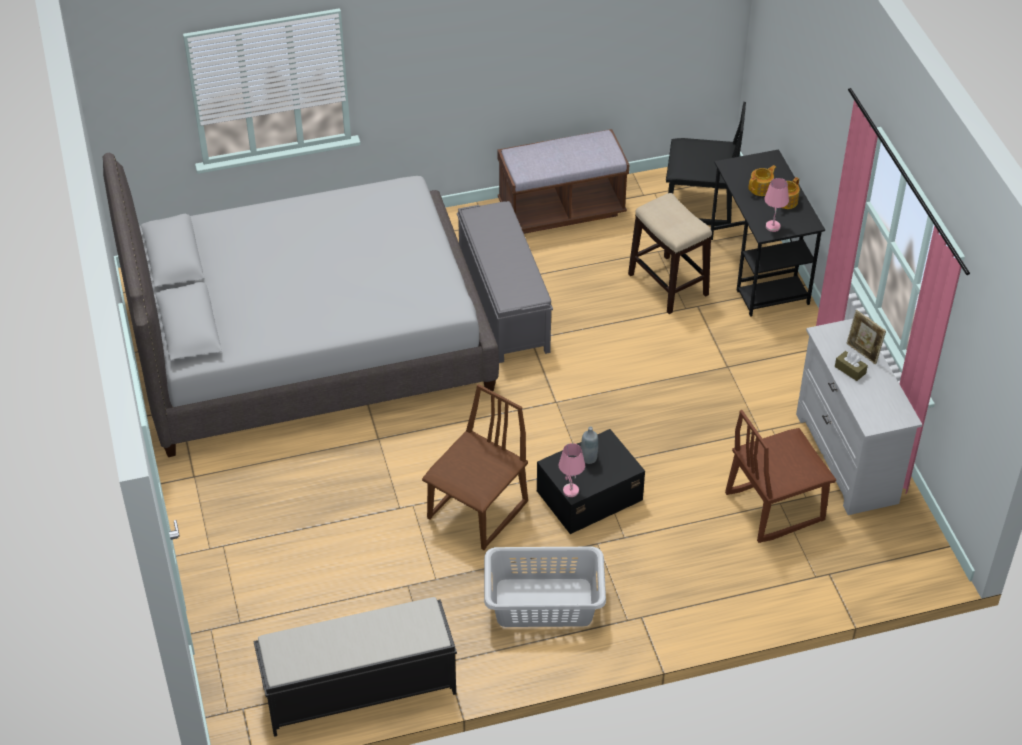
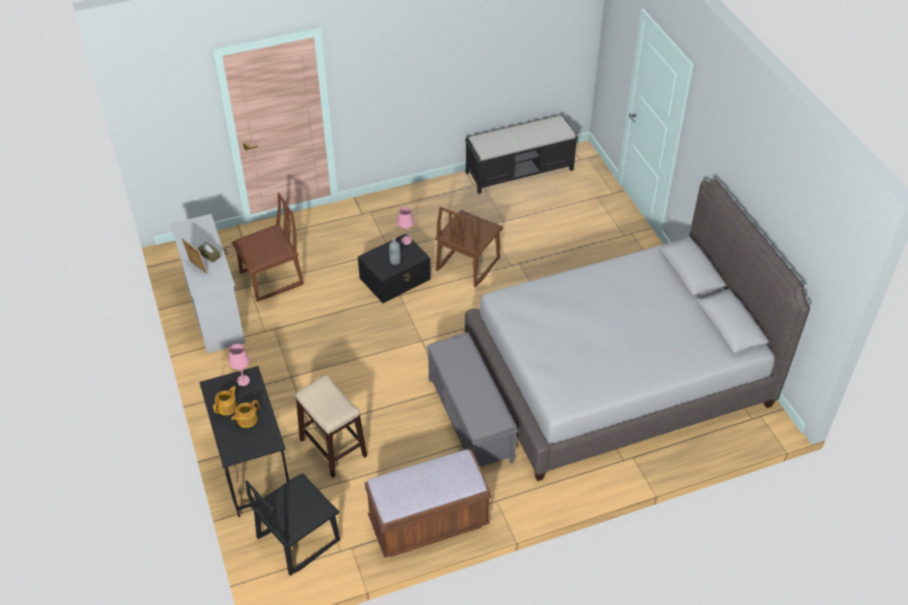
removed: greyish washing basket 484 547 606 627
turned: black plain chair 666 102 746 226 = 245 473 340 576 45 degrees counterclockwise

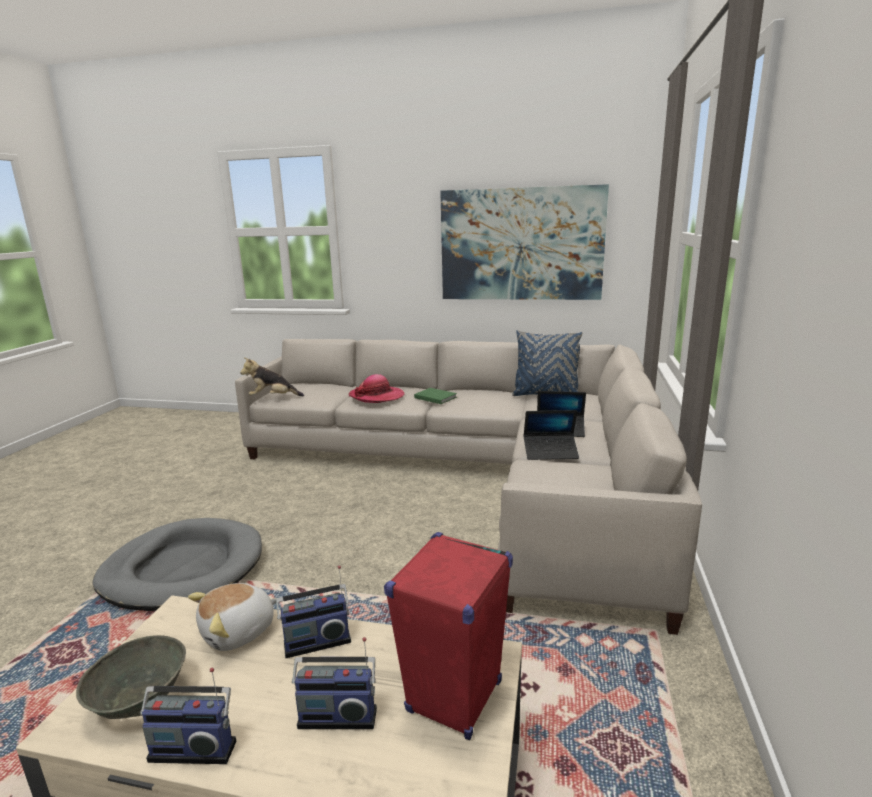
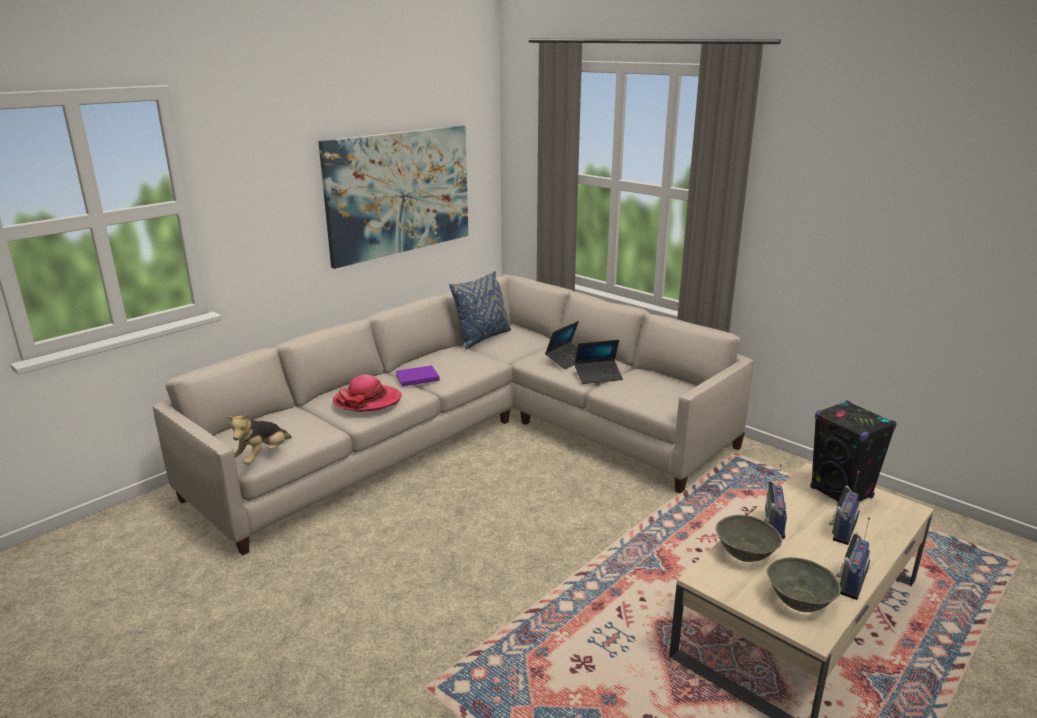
removed: greyish pet bed 93 518 262 611
replaced: soft toy 188 583 277 651 to greyish serving bowl 716 515 782 562
recoloured: reddish audio speaker 384 532 513 740 to black audio speaker 810 400 897 502; green book 414 388 457 404 to purplish book 396 365 440 386
turned: portable computer 524 410 579 460 = 574 340 623 384 45 degrees clockwise

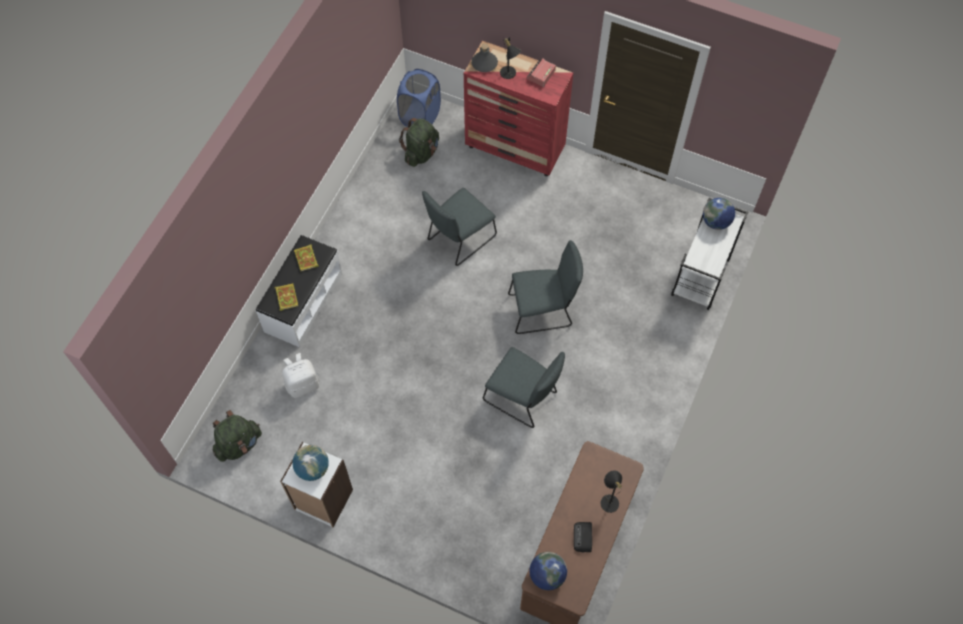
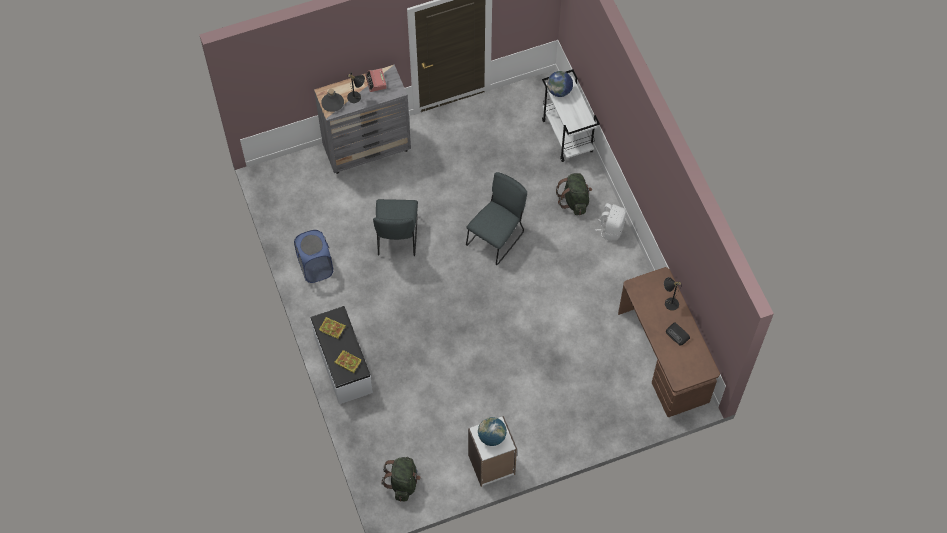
removed: greyish plain chair 483 347 565 428; world globe 530 552 567 590
moved: white knapsack 282 353 320 398 to 595 203 626 241; blue washing basket 397 69 441 126 to 294 230 333 283; green knapsack 399 118 439 167 to 556 173 592 215
recoloured: reddish dresser 464 41 573 176 to greyish dresser 314 65 411 174

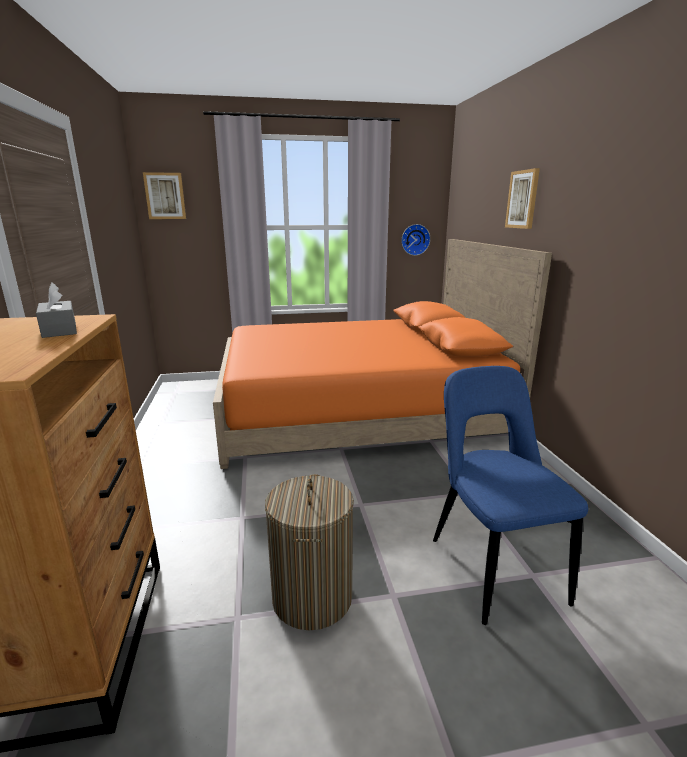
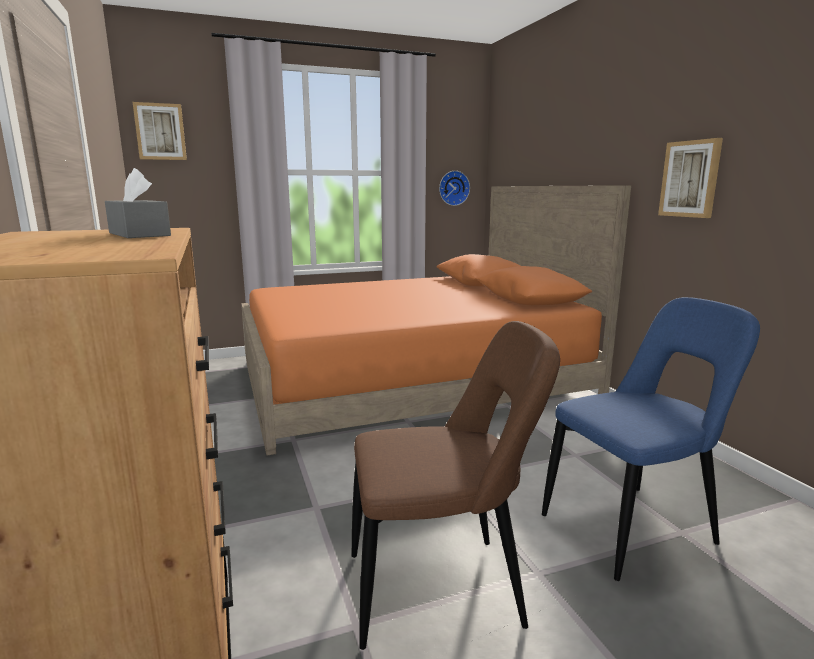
moved: picture 505 168 540 229 to 658 138 723 218
replaced: washing basket 265 474 354 631 to brown plain chair 352 321 560 650
turned: blue plain chair 433 366 588 625 = 542 297 760 581 90 degrees clockwise

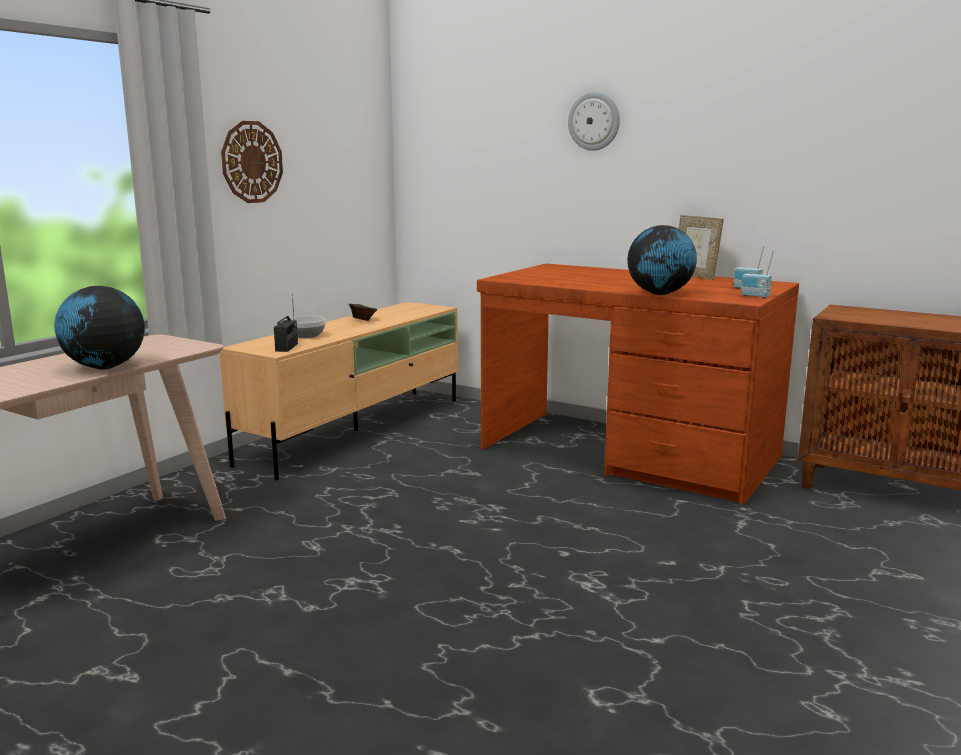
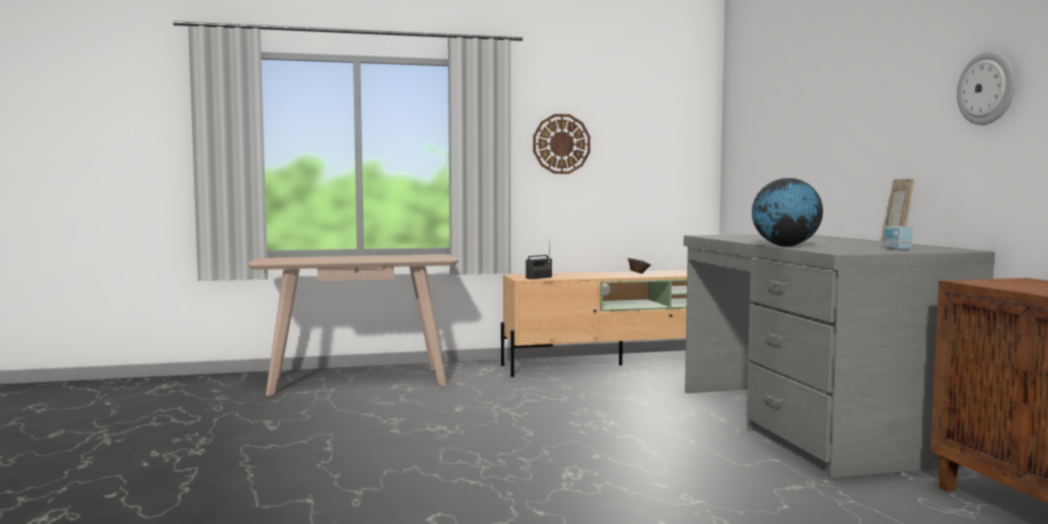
removed: world globe 54 286 145 369; serving bowl 290 316 325 338; radio 741 251 774 298
moved: hanging clock 568 92 620 151 to 957 51 1015 125
recoloured: brown desk unit 477 264 799 505 to greyish desk unit 684 234 995 479

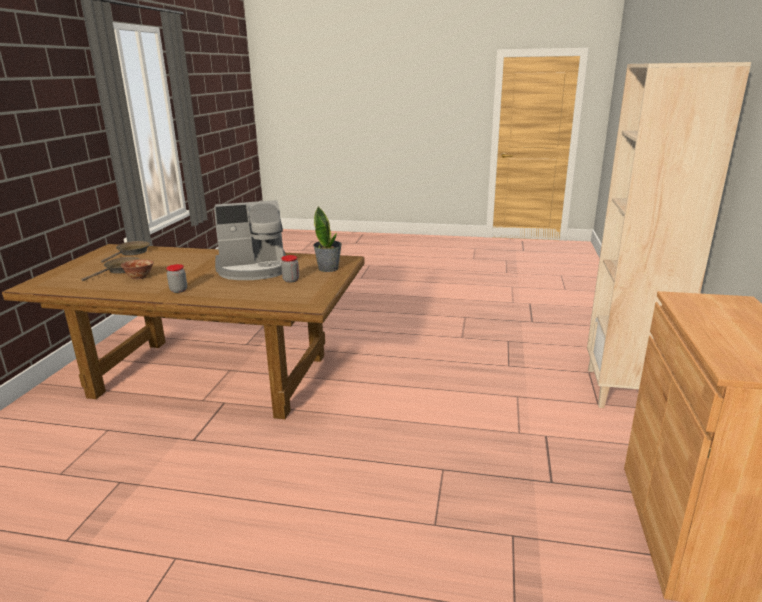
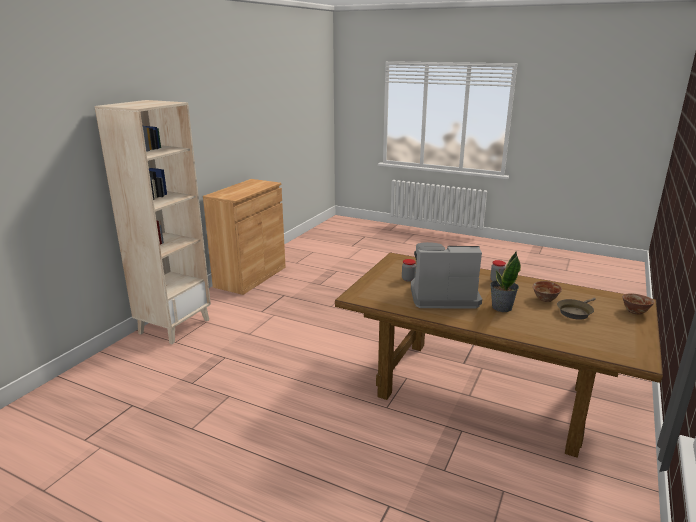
removed: brown skillet 101 241 150 263
added: serving bowl 622 293 655 315
moved: houseplant 313 206 342 272 to 490 252 521 312

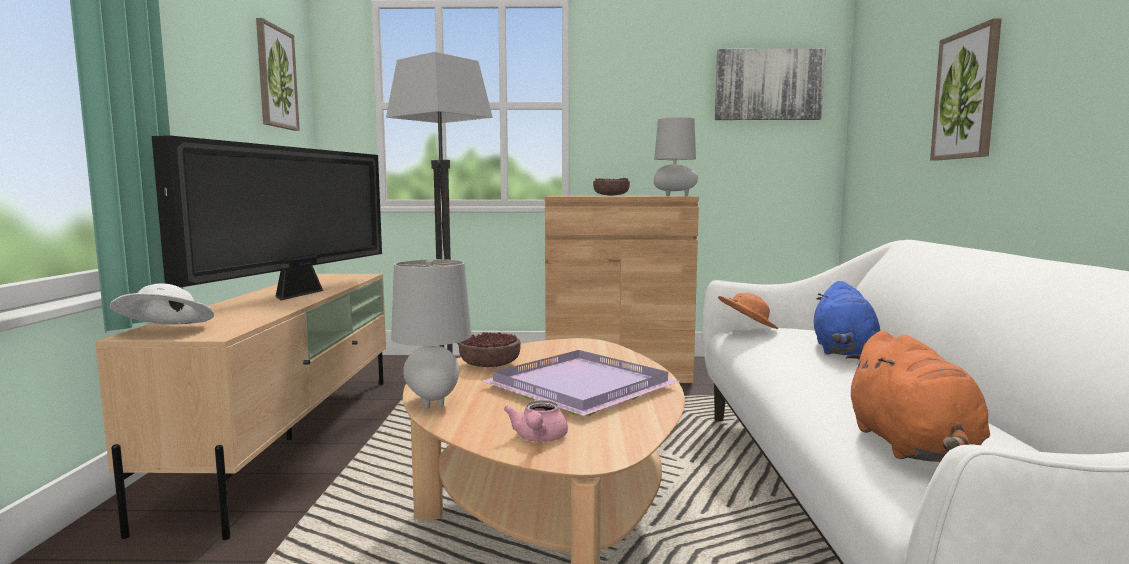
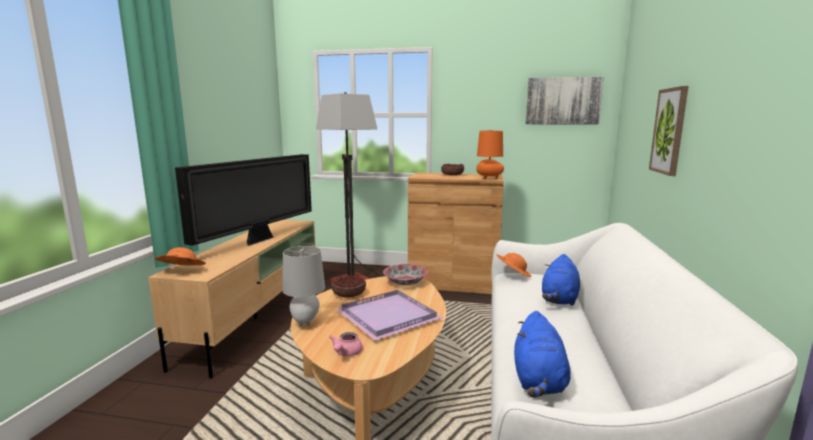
removed: picture 256 18 300 131
added: serving bowl 383 264 428 285
recoloured: white hat 110 283 214 325 to orangey hat 155 247 206 265; greyish table lamp 654 117 698 196 to orangey table lamp 476 130 504 180; orangey soft toy 846 330 990 462 to blue soft toy 514 311 570 397

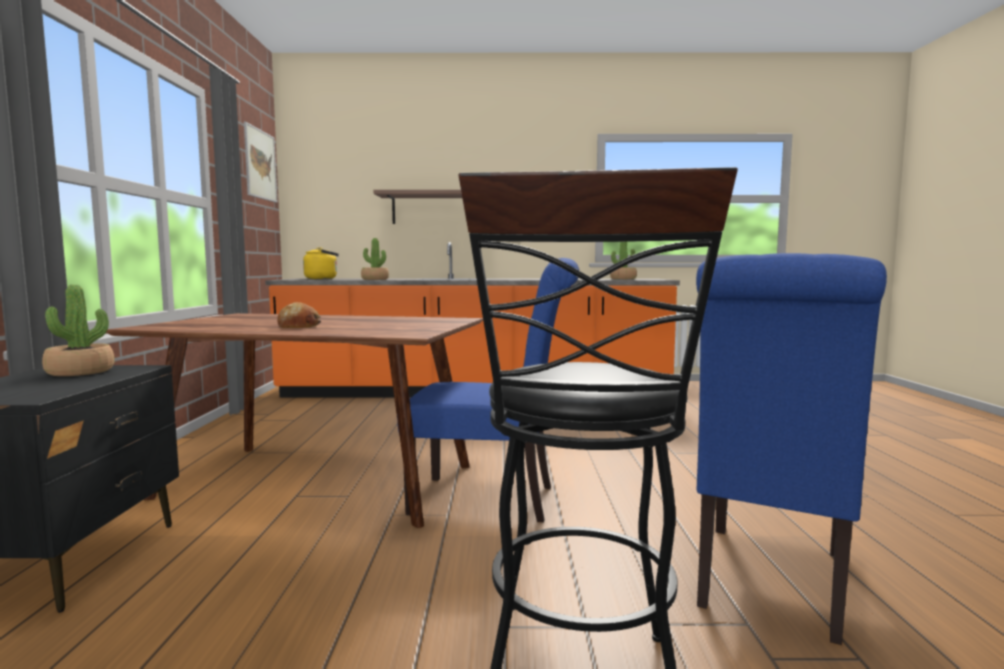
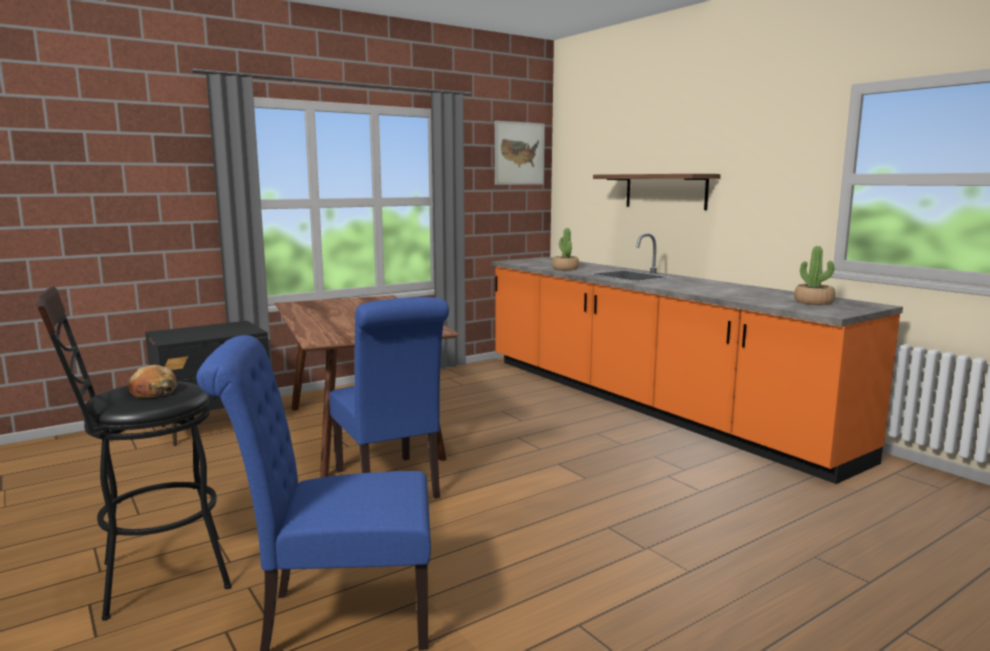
removed: houseplant 42 285 115 376; yellow kettle 303 247 339 279
moved: baked bread 277 302 321 328 to 128 365 177 398

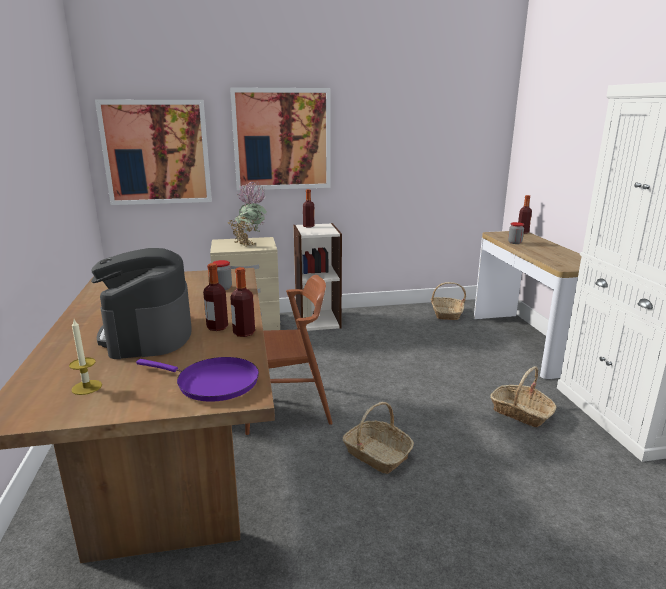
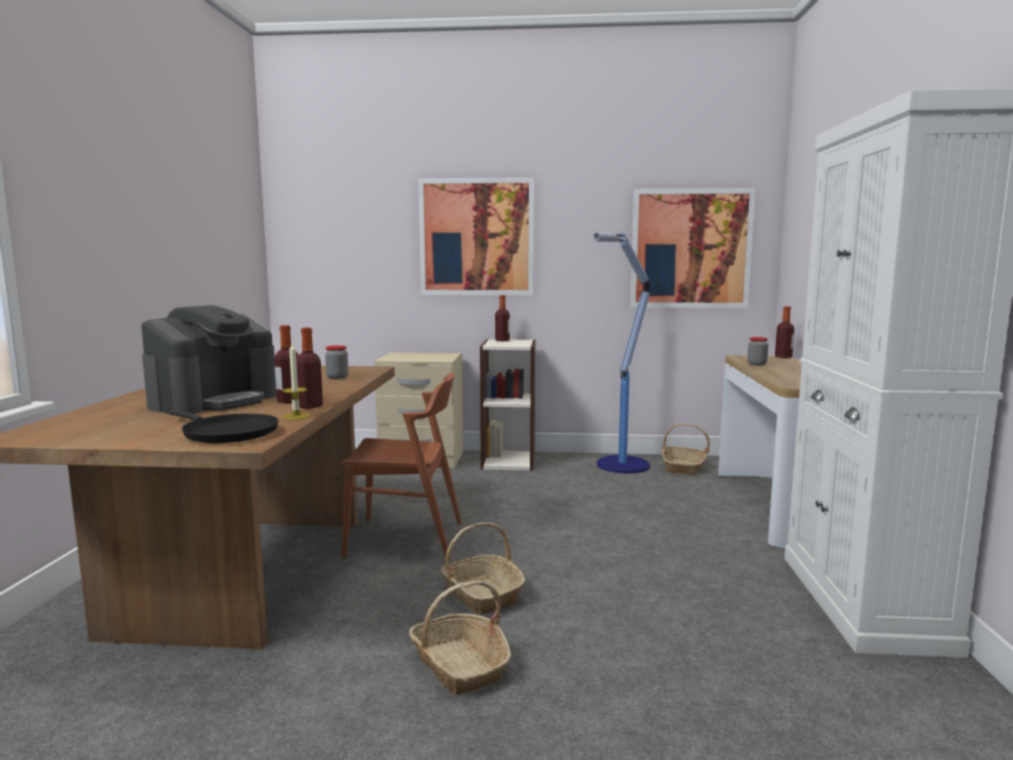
removed: houseplant 227 181 267 247
added: standing lamp 594 232 650 473
moved: wax candle 69 319 102 395 to 282 343 311 420; picture 95 100 212 205 to 630 188 756 308; storage basket 491 366 556 427 to 409 581 512 695
recoloured: purplish skillet 136 357 259 402 to black skillet 169 410 278 443
turned: coffee machine 91 248 192 359 = 141 305 276 414 150 degrees counterclockwise

